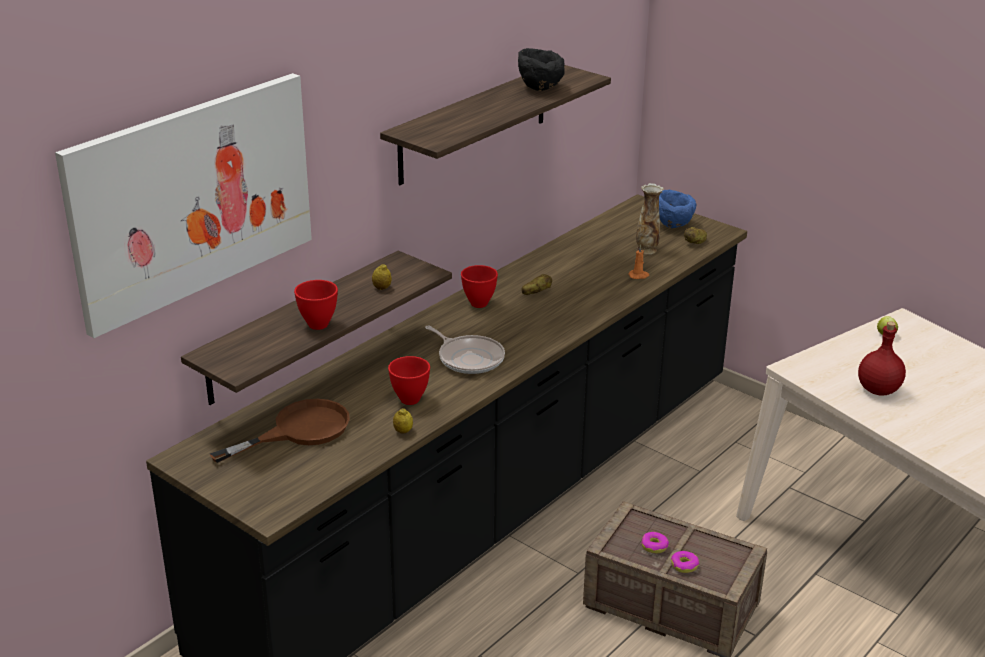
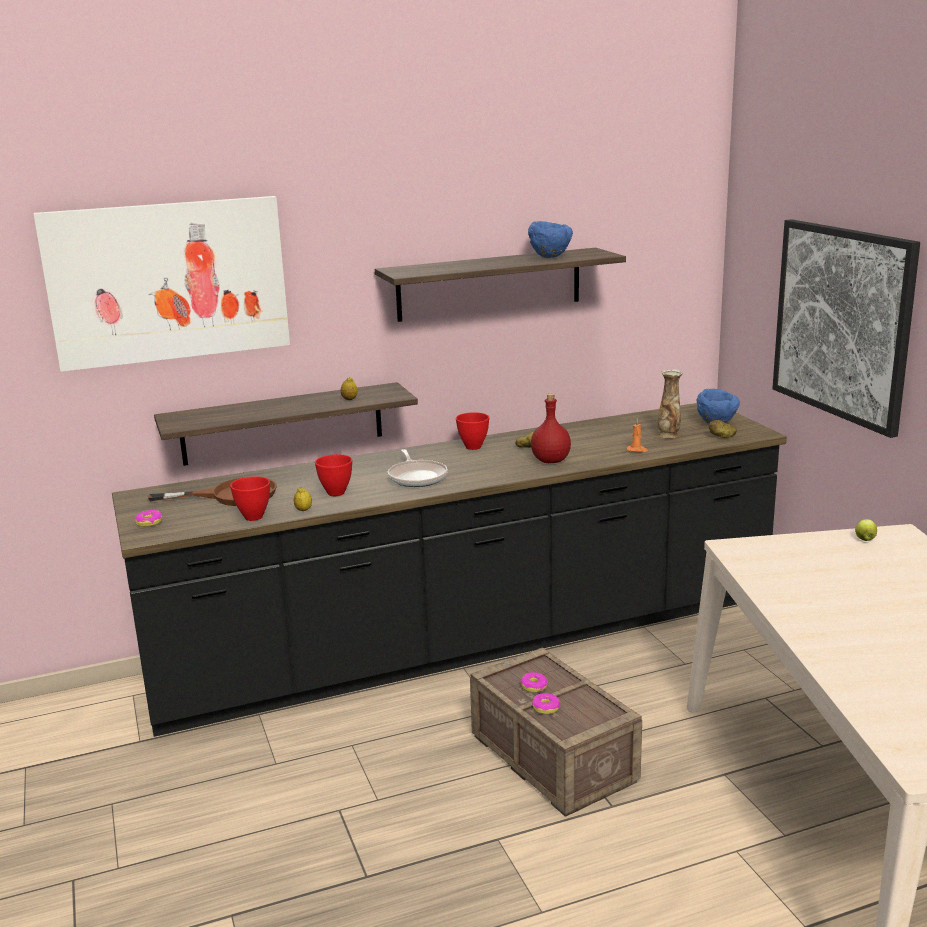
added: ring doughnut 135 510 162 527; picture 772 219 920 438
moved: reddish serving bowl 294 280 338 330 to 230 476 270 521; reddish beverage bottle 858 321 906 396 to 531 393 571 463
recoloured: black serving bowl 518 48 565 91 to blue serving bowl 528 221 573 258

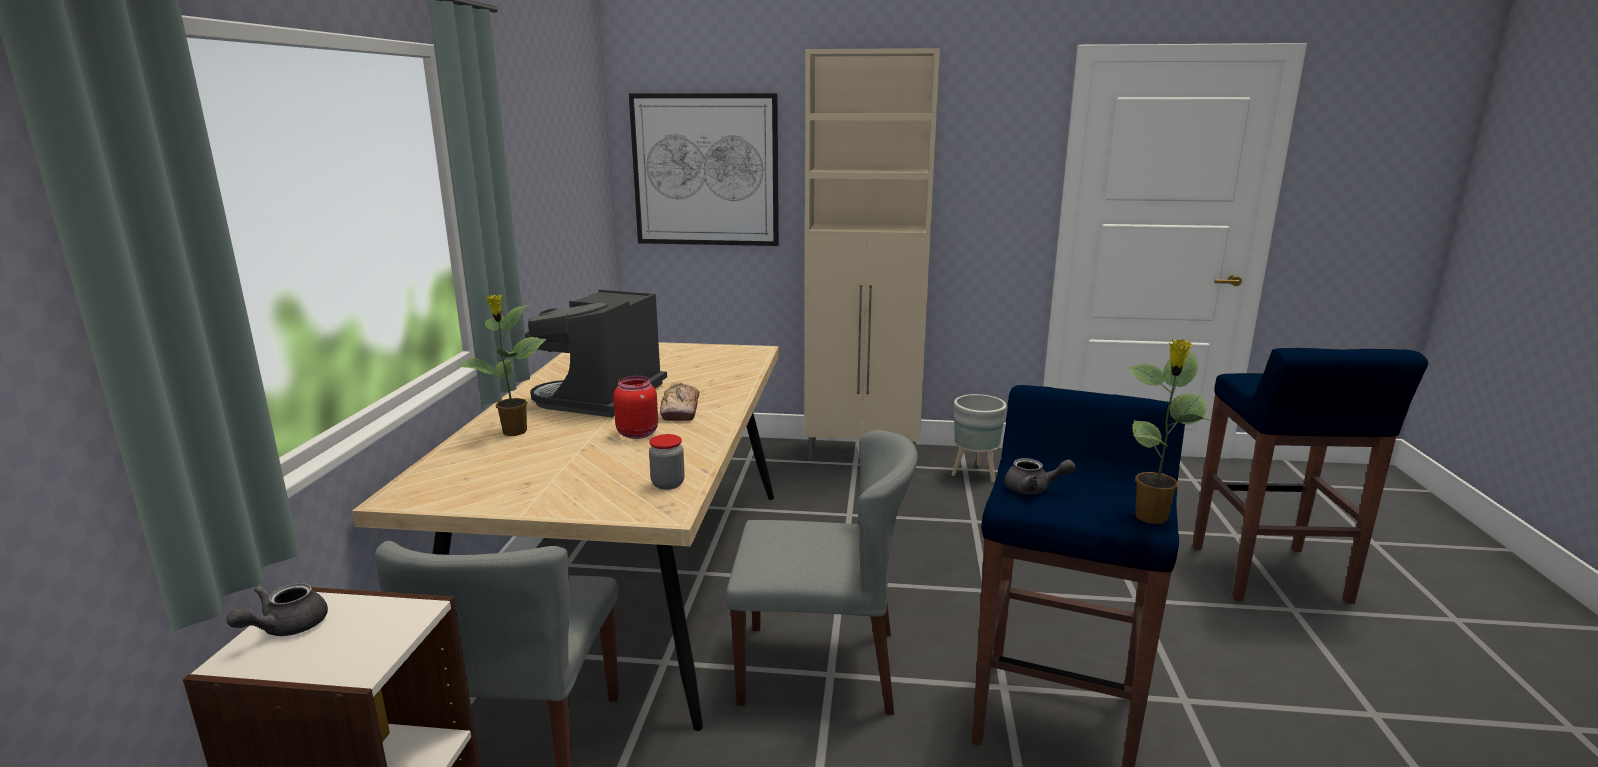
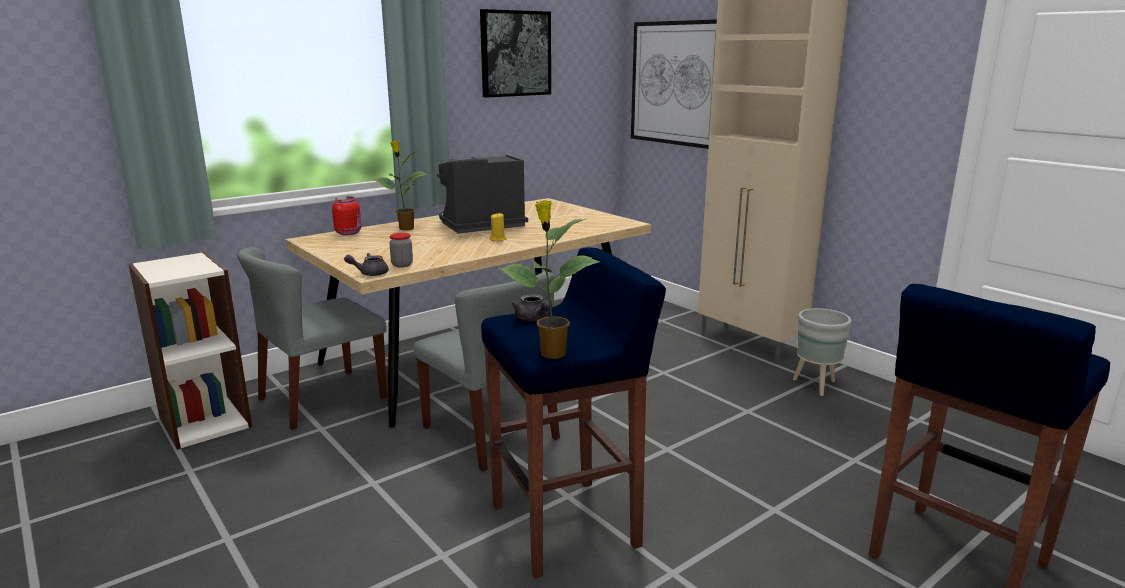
added: picture 480 9 551 98
moved: greyish pot for tea 227 583 328 636 to 344 253 388 276; reddish jar 613 376 658 439 to 332 196 361 235
replaced: baked bread 660 383 699 421 to yellow wax candle 490 212 507 241

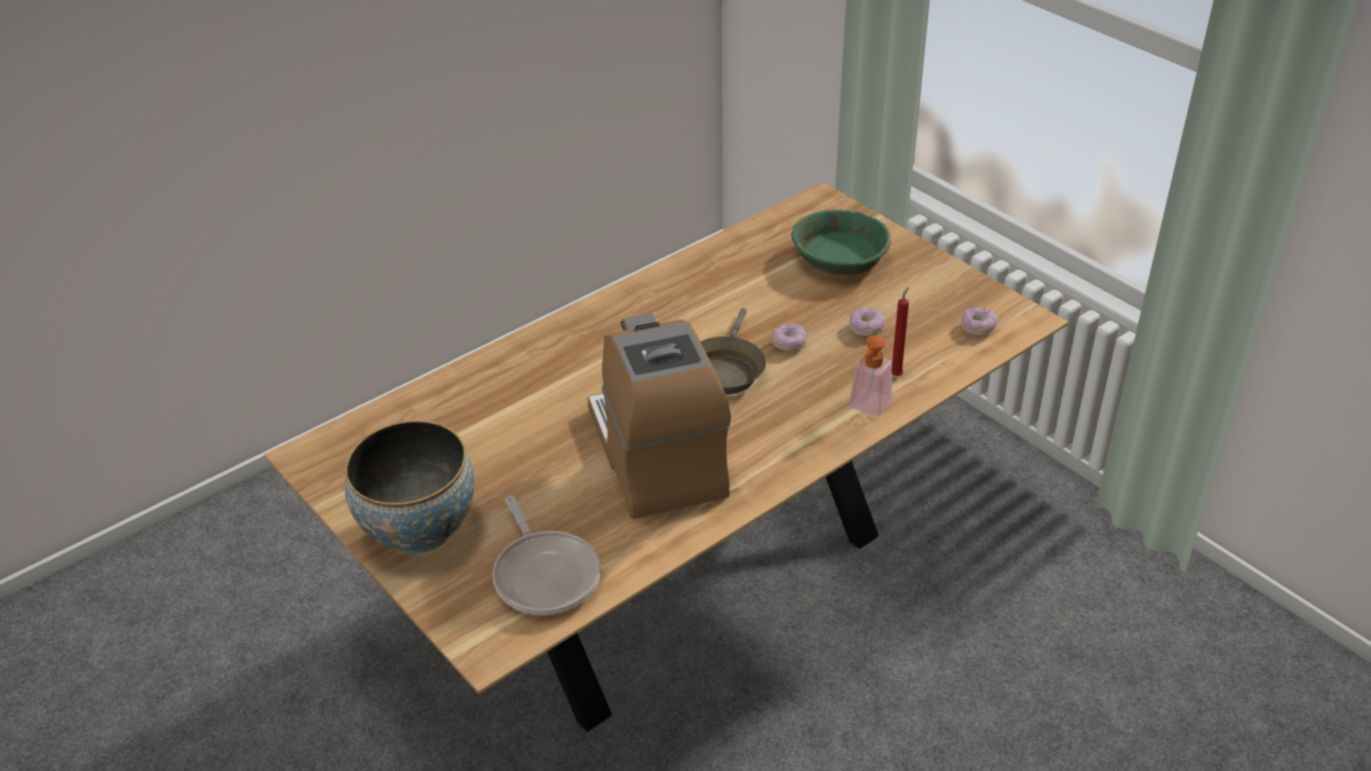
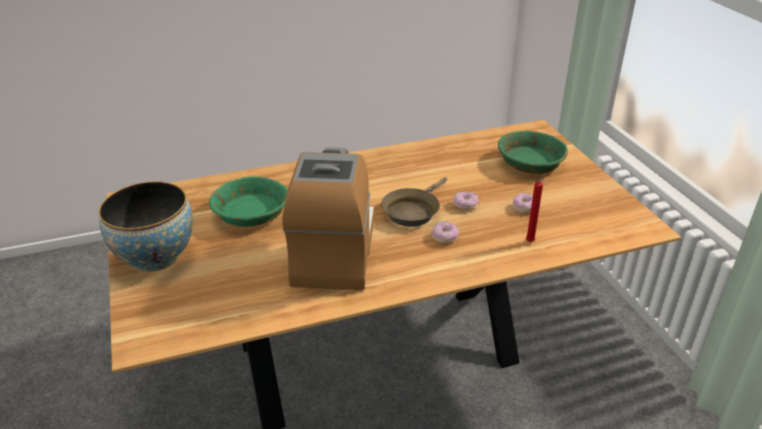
removed: skillet 493 496 601 615; soap bottle 849 336 892 416
added: green serving bowl 209 176 288 227
moved: ring doughnut 961 307 998 336 to 432 221 459 243

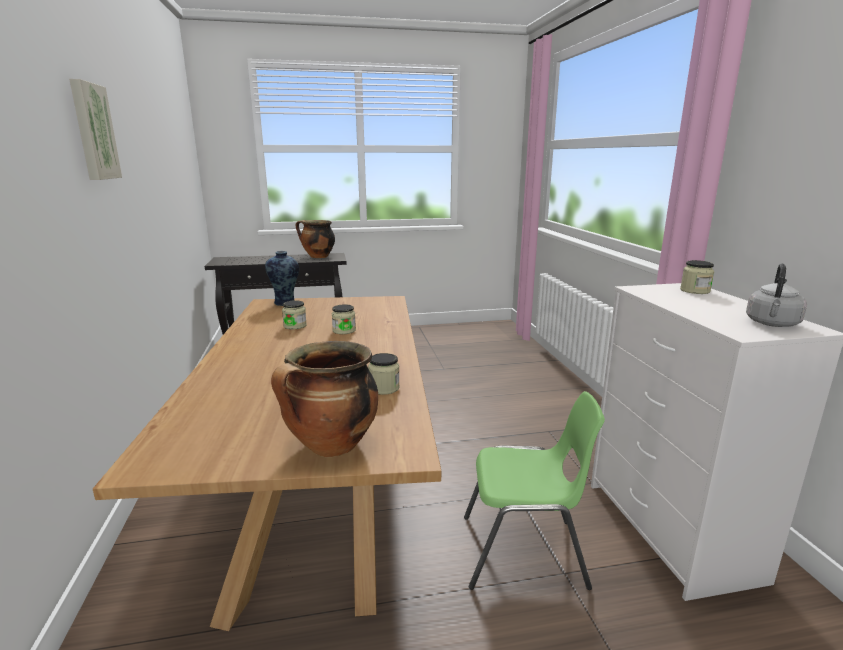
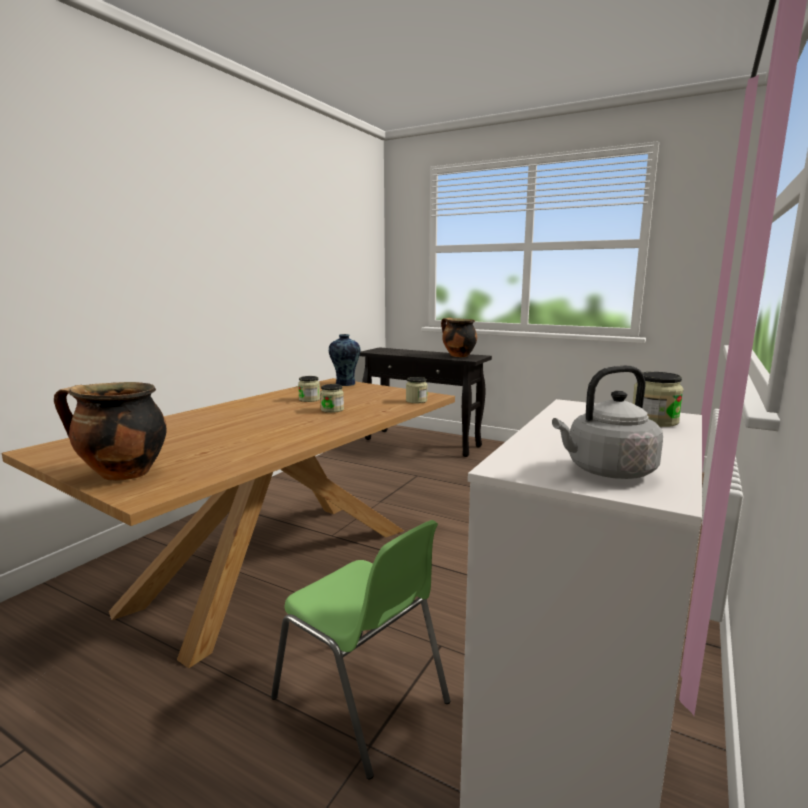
removed: picture 69 79 122 180
moved: jar 368 353 400 395 to 406 377 428 403

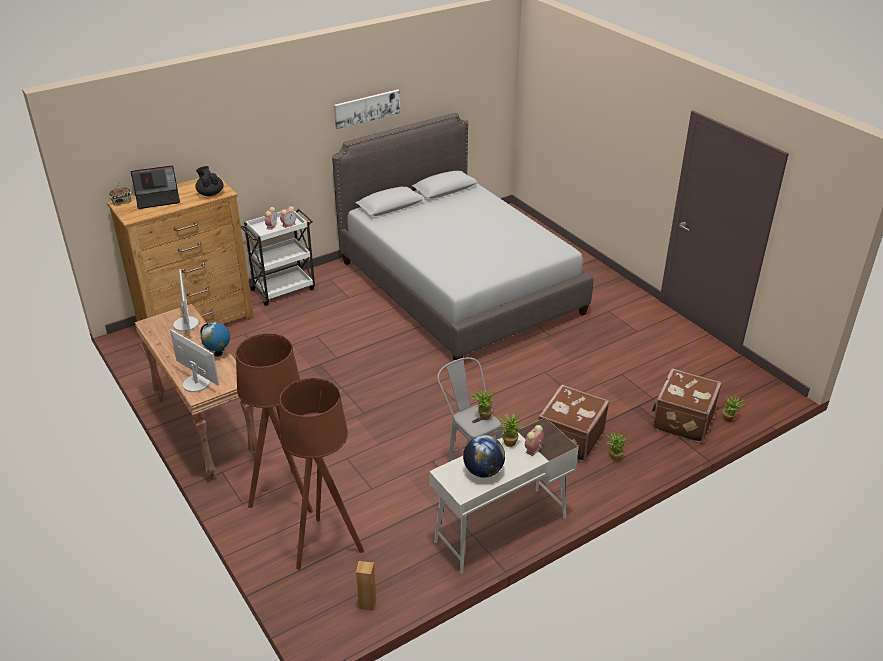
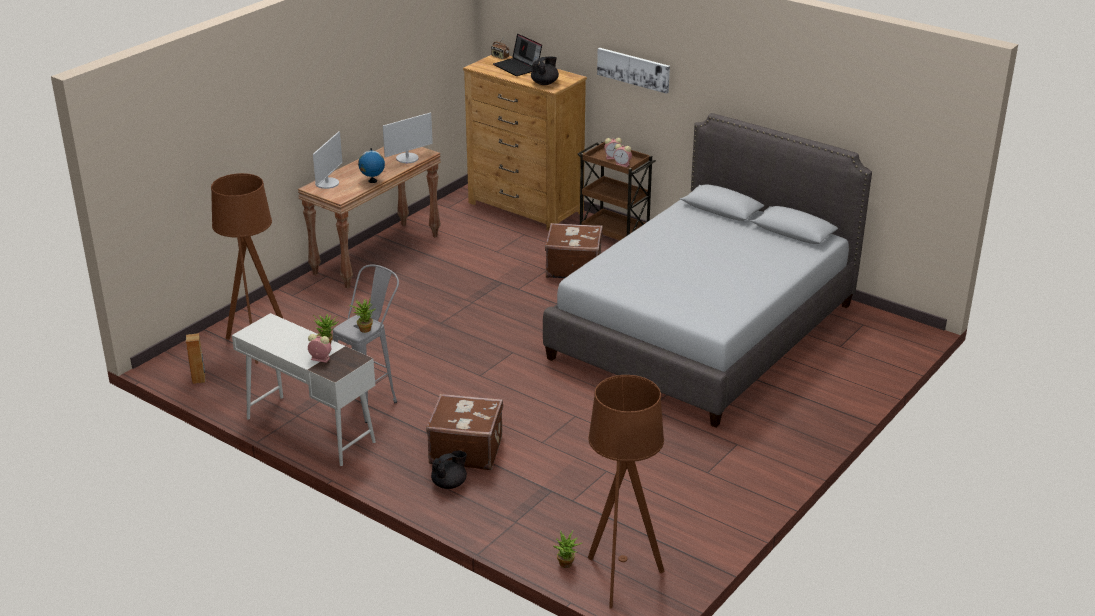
removed: world globe 463 435 505 478
moved: brown standing lamp 235 333 313 513 to 588 375 664 608; picture 334 90 400 129 to 597 48 670 94; brown piece of luggage 652 368 722 443 to 545 223 603 278
replaced: houseplant 605 432 626 461 to black pot for tea 431 451 467 489
recoloured: white cart 241 209 315 306 to brown cart 577 141 656 240

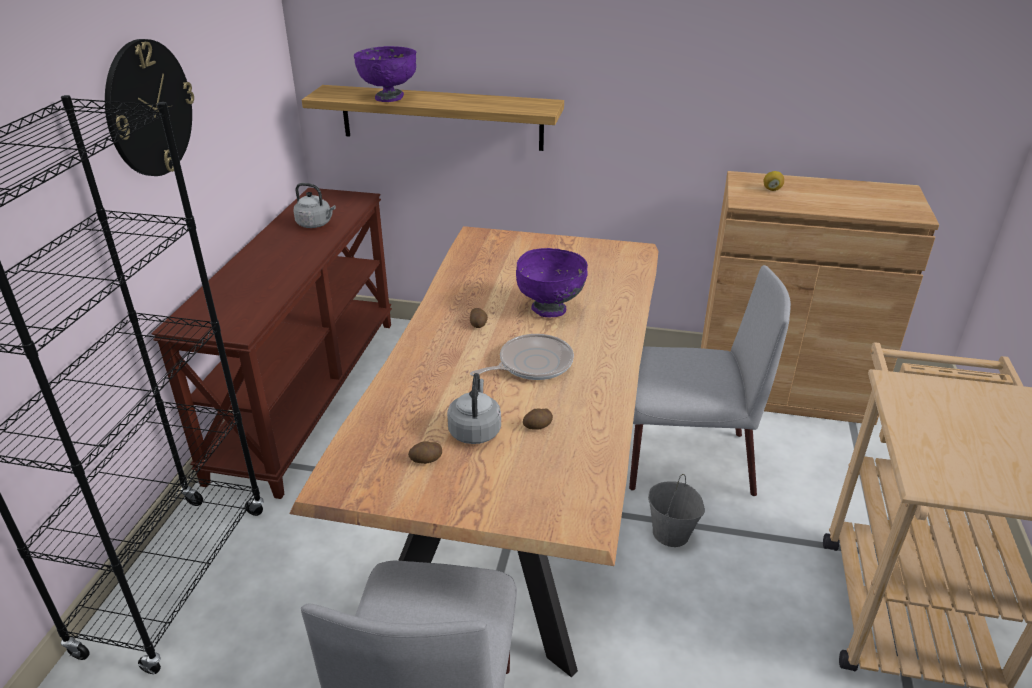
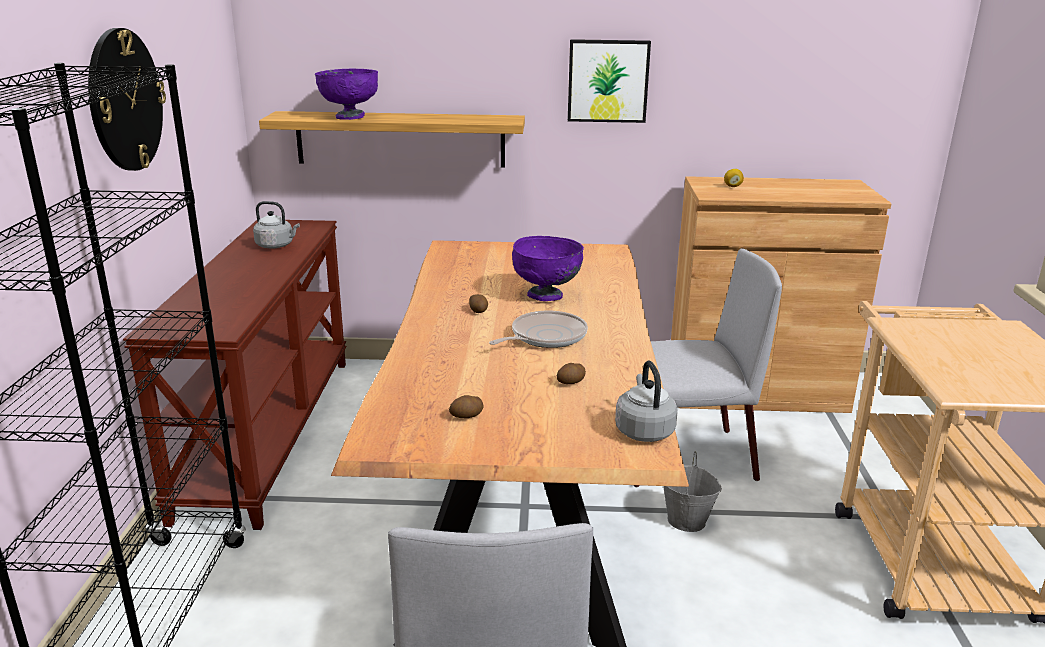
added: picture 568 39 651 123
moved: greyish kettle 447 373 501 444 to 615 361 678 442

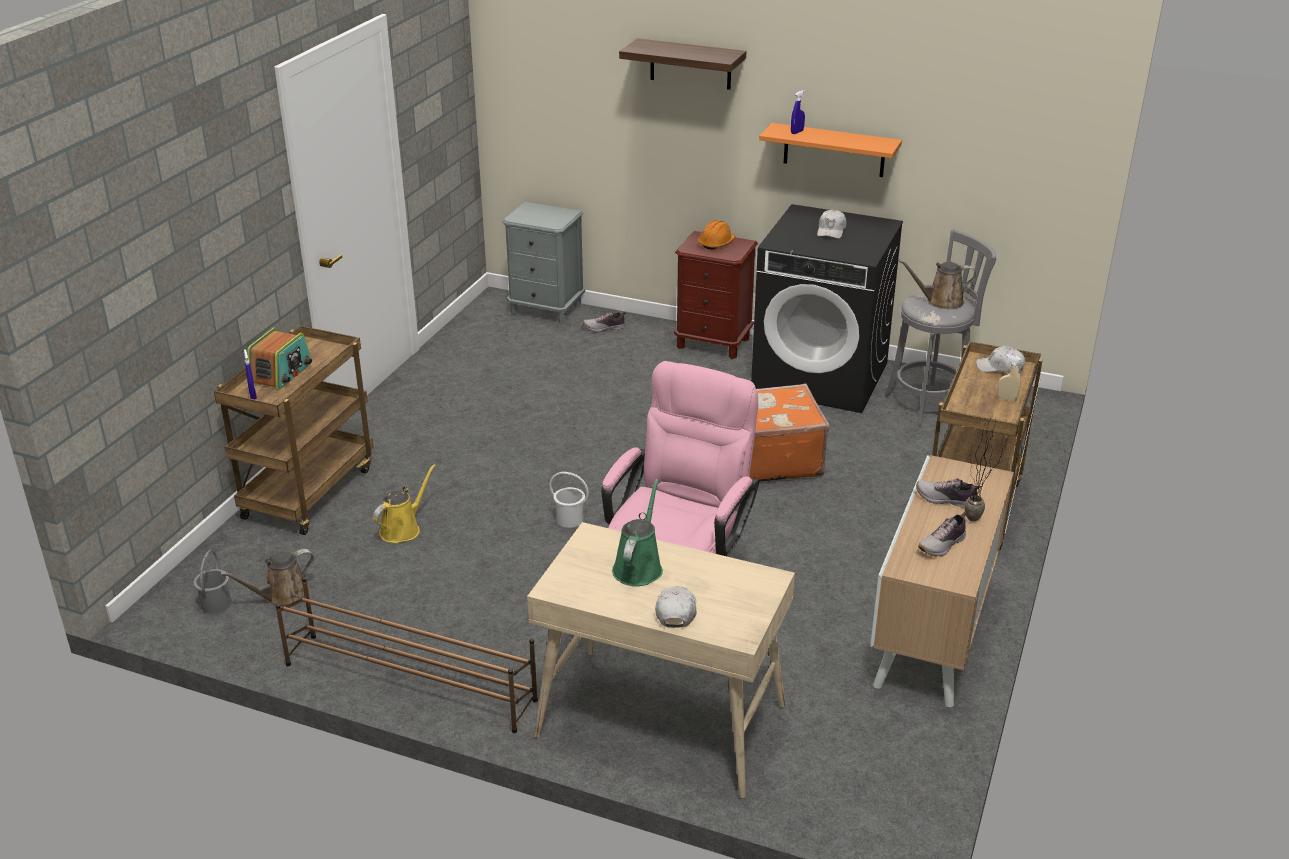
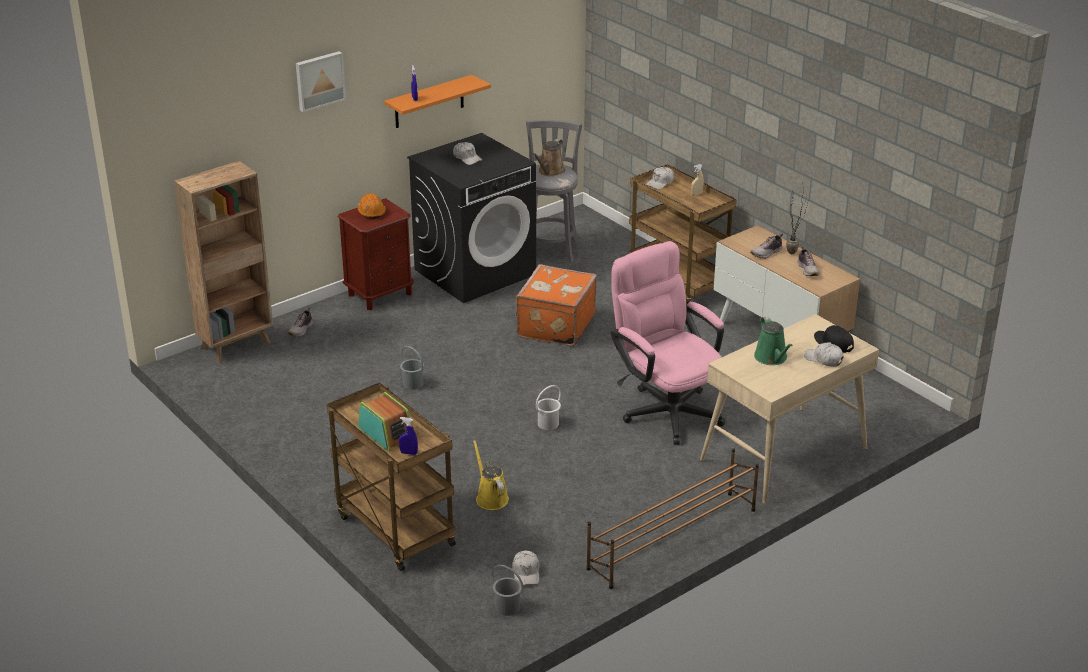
added: greyish bucket 400 346 424 390; black cap 814 325 854 353
replaced: brown sprinkling can 220 549 314 607 to white cap 512 551 540 585; greyish bedside table 502 202 585 324 to brown bookshelf 174 161 273 363; wall shelf 619 38 746 90 to picture 296 51 346 112
turned: green sprinkling can 612 479 663 586 = 754 316 793 365 150 degrees counterclockwise

